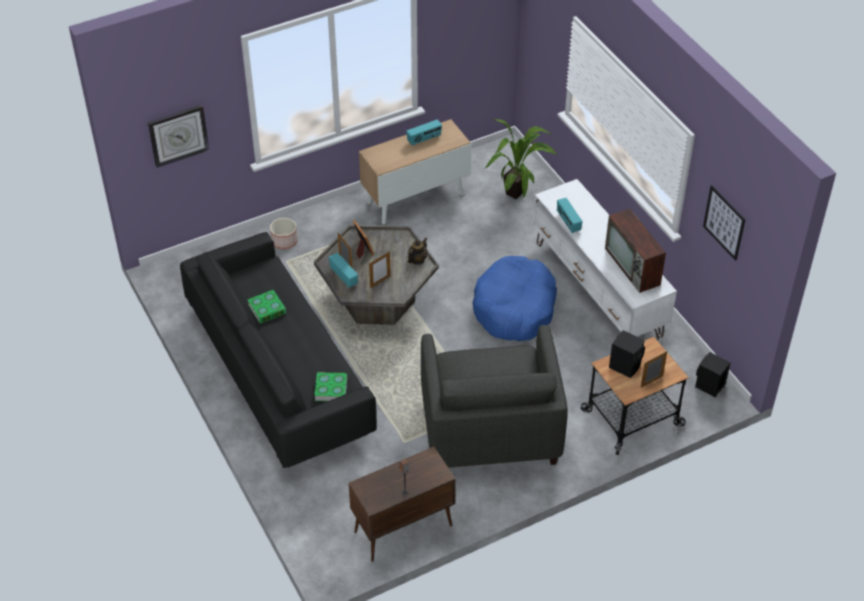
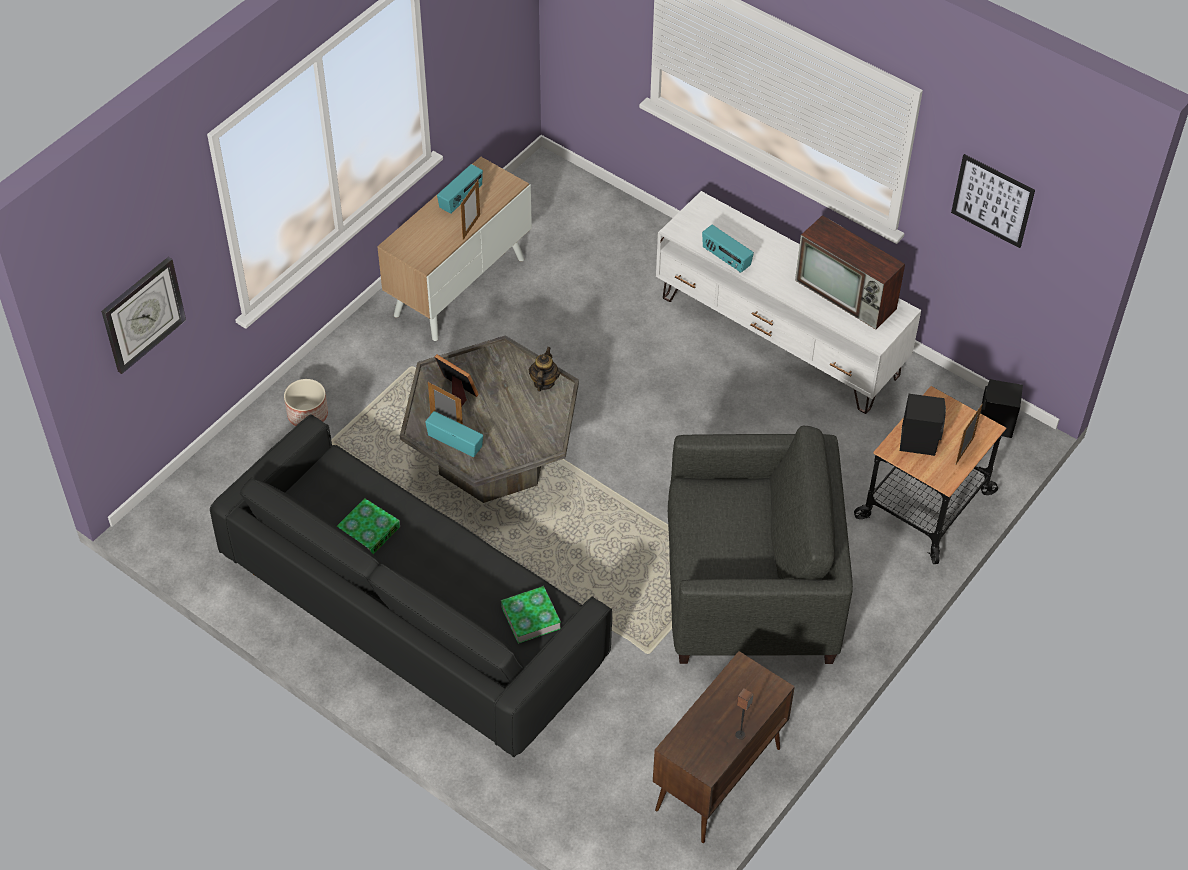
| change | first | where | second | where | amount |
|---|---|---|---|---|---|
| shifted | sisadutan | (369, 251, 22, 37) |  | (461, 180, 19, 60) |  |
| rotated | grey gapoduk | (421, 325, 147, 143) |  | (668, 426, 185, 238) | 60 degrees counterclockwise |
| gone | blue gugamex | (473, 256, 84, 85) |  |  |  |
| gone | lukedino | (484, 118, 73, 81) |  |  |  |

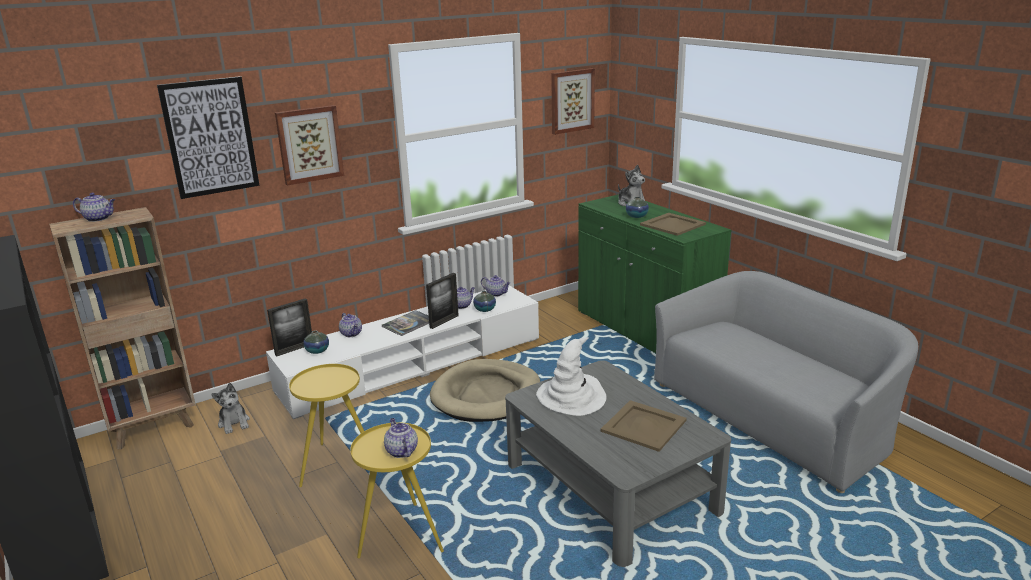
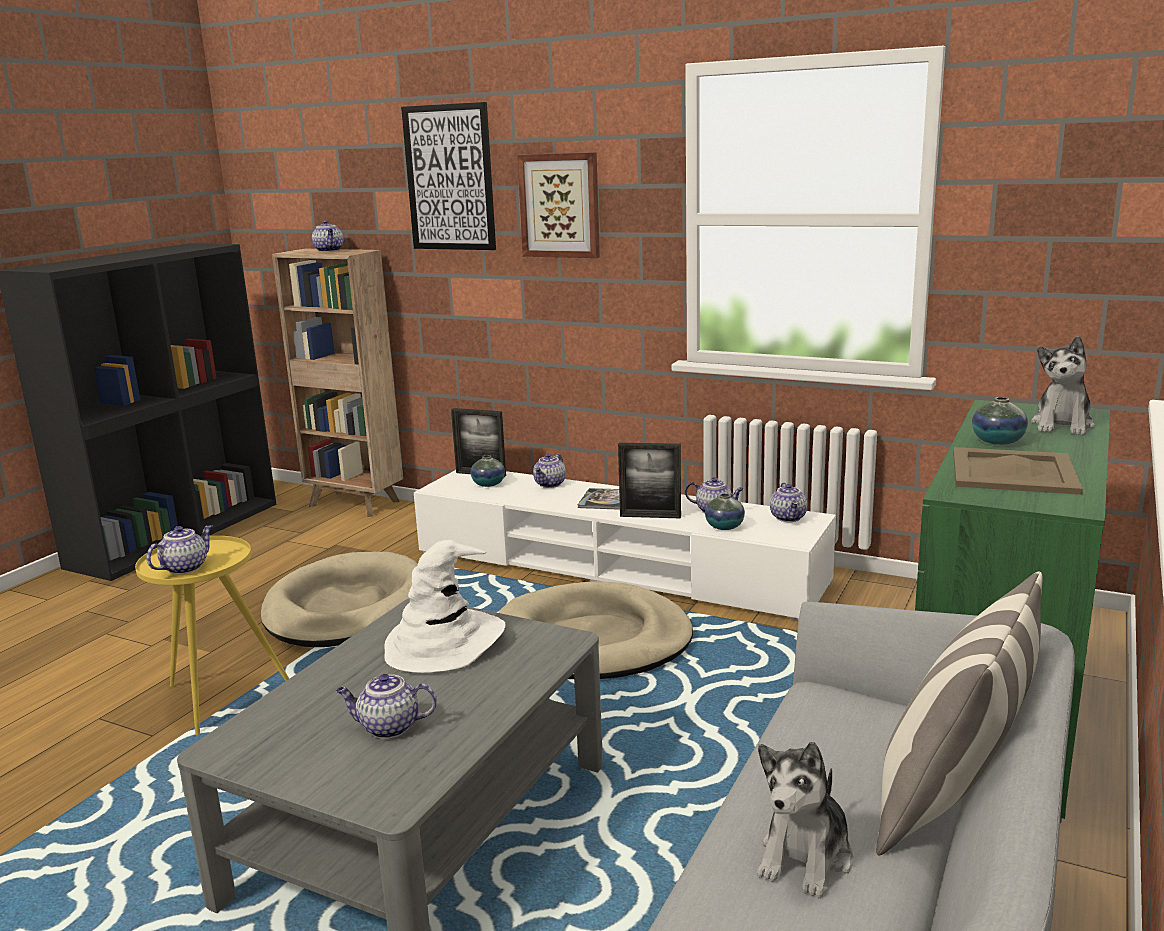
| change | first | where | second | where | amount |
|---|---|---|---|---|---|
| shifted | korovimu | (211, 383, 39, 51) |  | (757, 742, 96, 156) |  |
| swapped | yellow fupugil | (289, 364, 75, 123) | beige gugamex | (261, 552, 157, 95) |  |
| gone | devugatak | (551, 68, 44, 67) |  |  |  |
| swapped | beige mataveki | (601, 400, 86, 52) | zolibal | (336, 674, 101, 65) |  |
| new |  |  | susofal | (876, 571, 167, 284) |  |

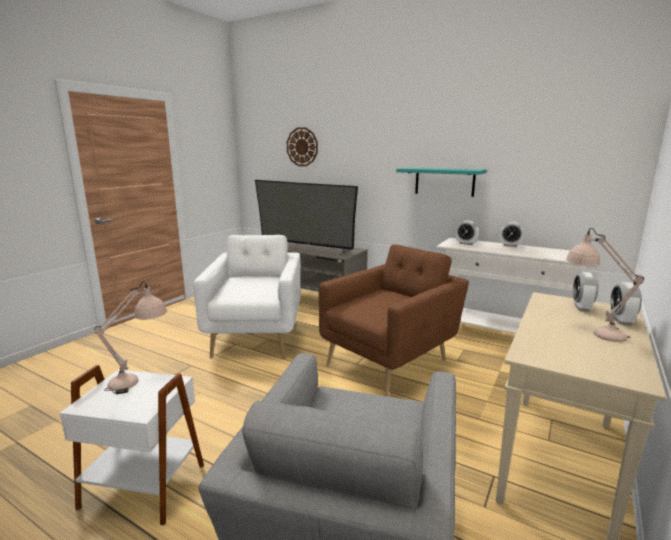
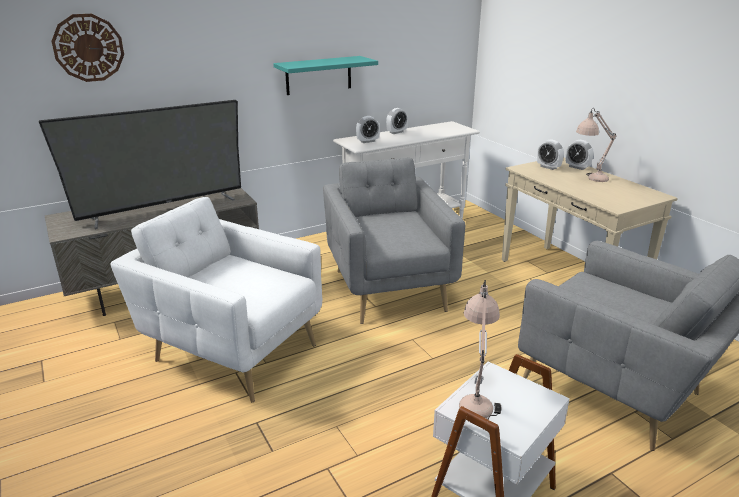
| change | first | where | second | where | amount |
|---|---|---|---|---|---|
| repainted | brown gapoduk | (319, 244, 150, 152) | grey gapoduk | (323, 158, 142, 166) |  |

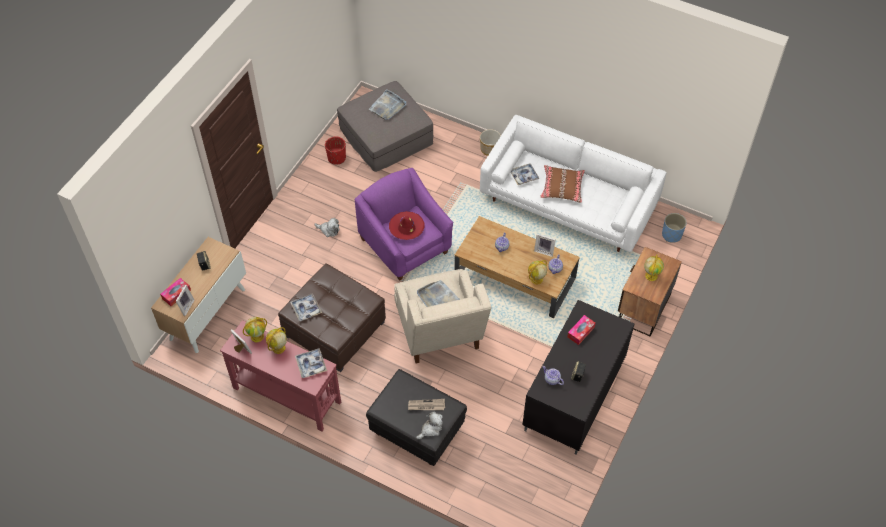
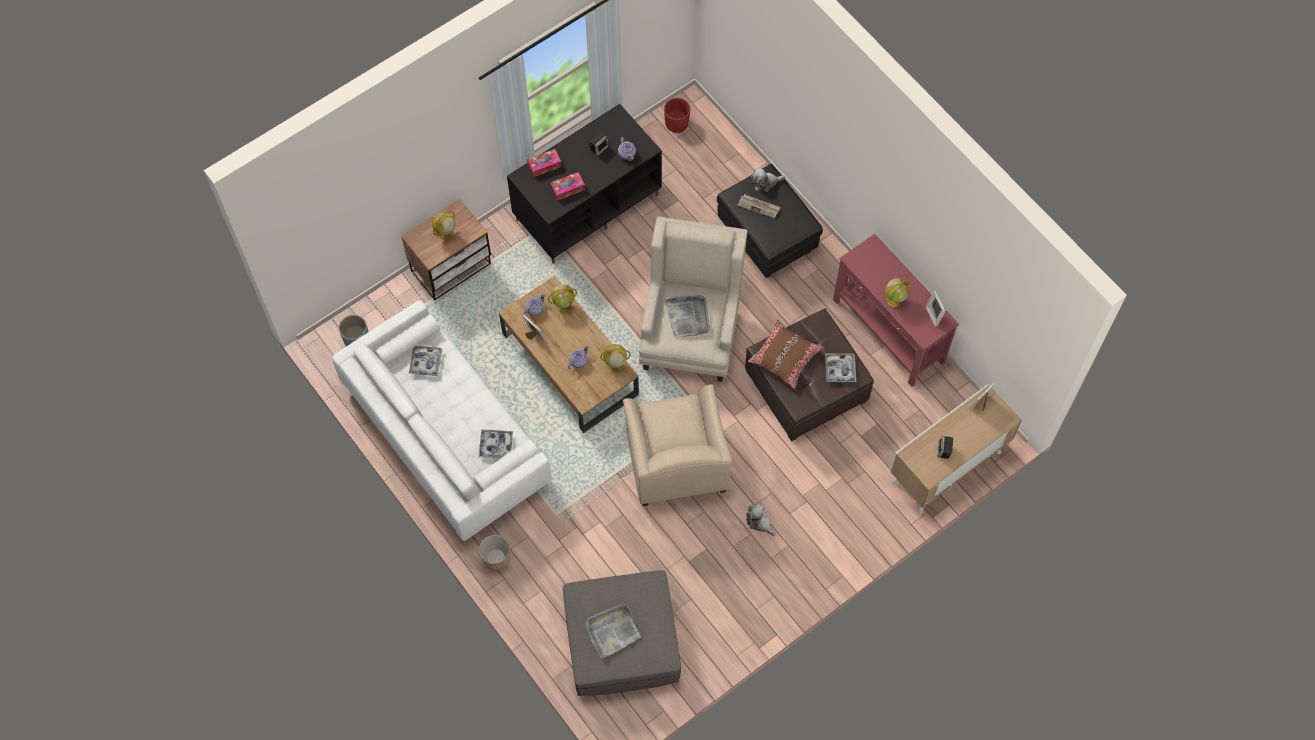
| change | first | where | second | where | amount |
|---|---|---|---|---|---|
| shifted | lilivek | (160, 278, 31, 28) |  | (527, 149, 35, 28) |  |
| shifted | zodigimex | (243, 317, 24, 25) |  | (600, 344, 31, 28) |  |
| shifted | mataveki | (295, 348, 32, 30) |  | (409, 346, 33, 30) |  |
| shifted | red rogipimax | (325, 137, 21, 28) |  | (664, 98, 26, 35) |  |
| repainted | purple gapoduk | (354, 168, 100, 113) | beige gapoduk | (623, 384, 109, 122) |  |
| gone | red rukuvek | (389, 211, 35, 29) |  |  |  |
| shifted | brown susofal | (540, 165, 45, 37) |  | (748, 320, 76, 70) |  |

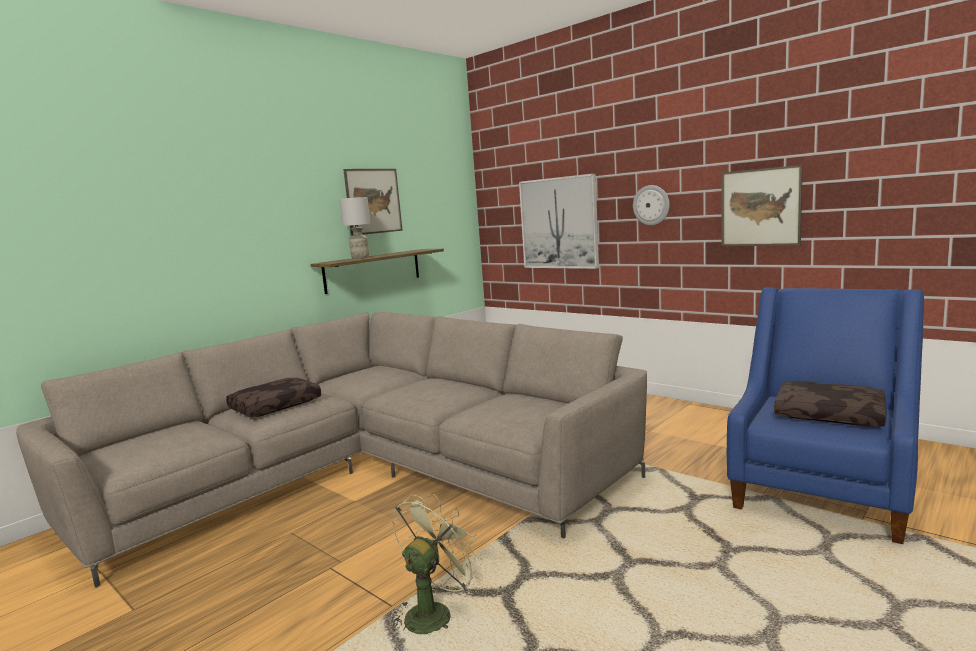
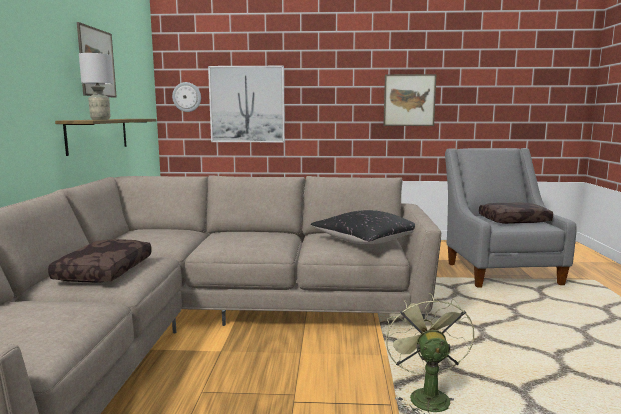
| change | first | where | second | where | amount |
|---|---|---|---|---|---|
| shifted | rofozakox | (633, 185, 37, 40) |  | (172, 82, 29, 30) |  |
| repainted | blue gapoduk | (727, 287, 197, 257) | grey gapoduk | (445, 148, 132, 140) |  |
| new |  |  | black susofal | (311, 210, 104, 34) |  |

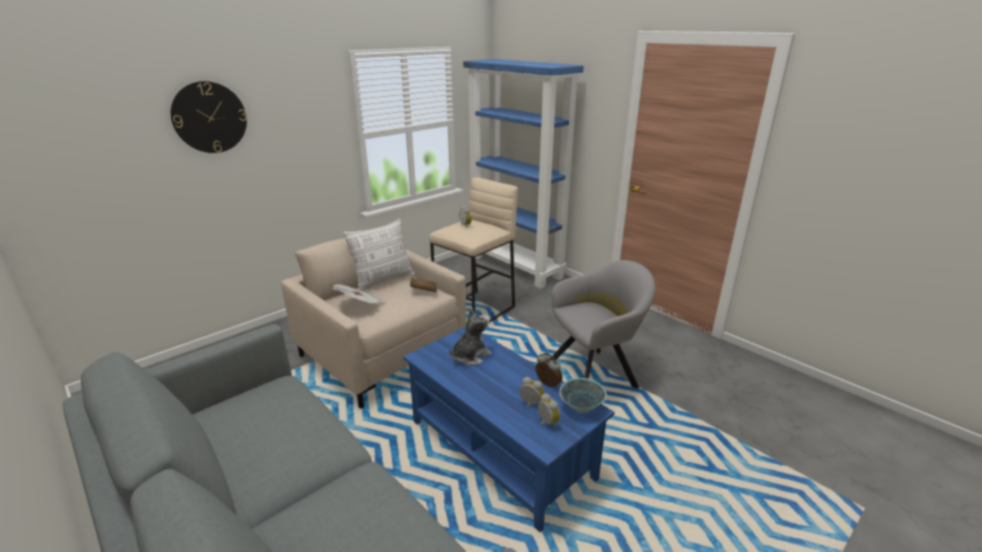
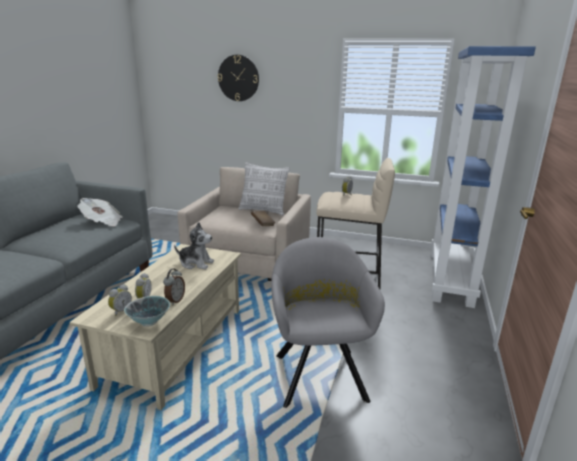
| change | first | where | second | where | amount |
|---|---|---|---|---|---|
| shifted | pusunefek | (332, 284, 54, 20) |  | (77, 198, 46, 28) |  |
| repainted | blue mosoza | (403, 327, 212, 205) | beige mosoza | (70, 244, 171, 166) |  |
| rotated | grey gapoduk | (550, 260, 106, 128) |  | (271, 237, 114, 171) | 135 degrees counterclockwise |

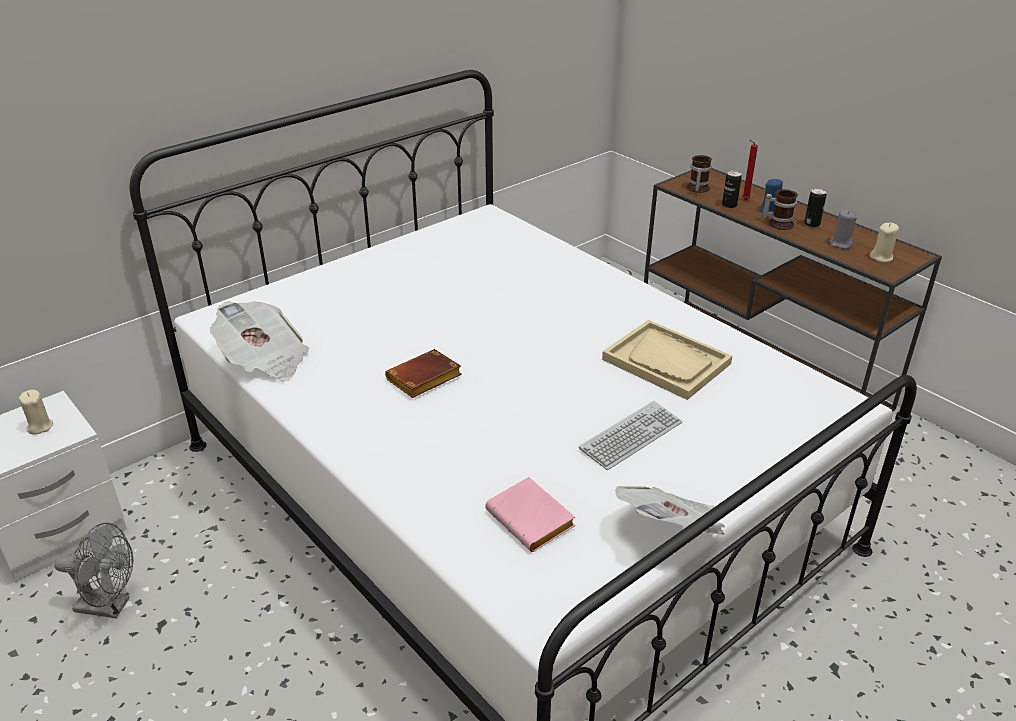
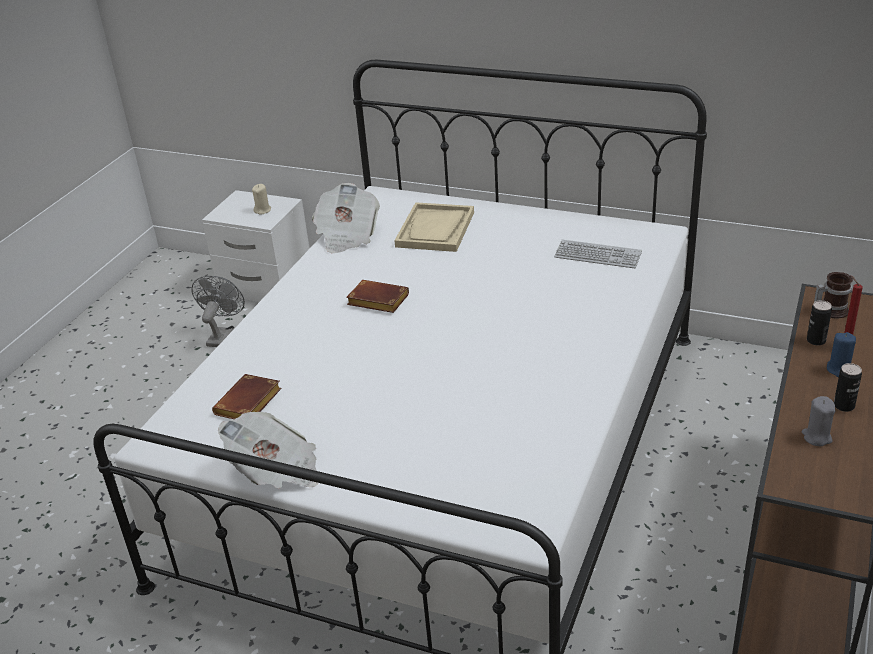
| change | first | where | second | where | amount |
|---|---|---|---|---|---|
| rotated | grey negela | (54, 522, 79, 96) |  | (191, 276, 54, 71) | 150 degrees counterclockwise |
| repainted | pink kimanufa | (485, 477, 90, 75) | brown kimanufa | (212, 374, 70, 45) |  |
| shifted | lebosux | (579, 401, 103, 69) |  | (554, 240, 88, 28) |  |
| shifted | beige mataveki | (602, 320, 130, 80) |  | (394, 202, 80, 50) |  |
| gone | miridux | (762, 189, 36, 41) |  |  |  |
| gone | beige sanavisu | (869, 223, 30, 39) |  |  |  |

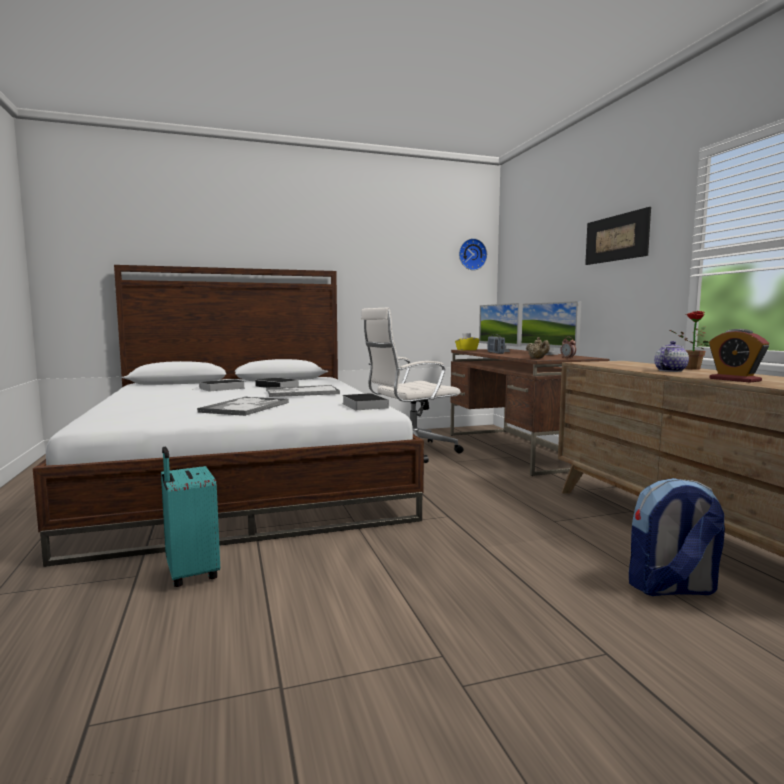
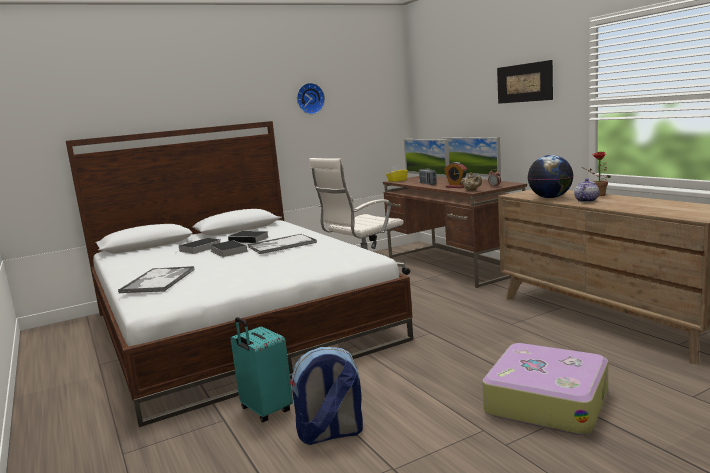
| change | first | where | second | where | amount |
|---|---|---|---|---|---|
| shifted | mataveki | (197, 397, 92, 19) |  | (118, 266, 77, 27) |  |
| shifted | kimanufa | (342, 393, 47, 17) |  | (210, 240, 37, 17) |  |
| shifted | rofozakox | (459, 238, 28, 32) |  | (297, 83, 28, 31) |  |
| shifted | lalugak | (629, 478, 96, 118) |  | (290, 347, 73, 98) |  |
| shifted | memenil | (709, 329, 60, 53) |  | (444, 162, 23, 26) |  |
| new |  |  | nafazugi | (482, 343, 126, 92) |  |
| new |  |  | zodigimex | (527, 155, 47, 43) |  |

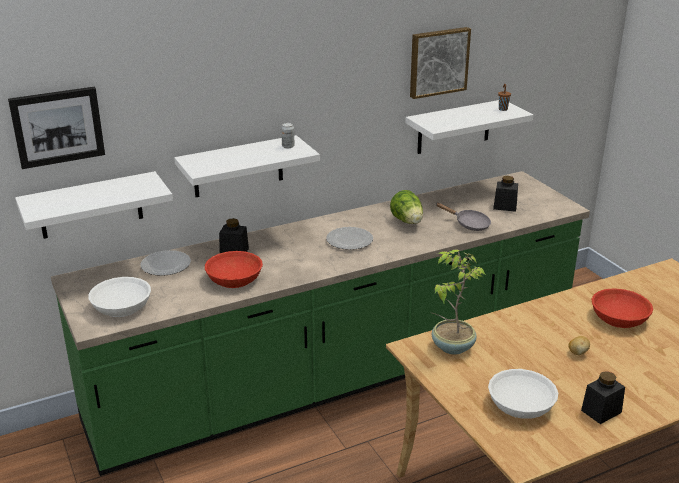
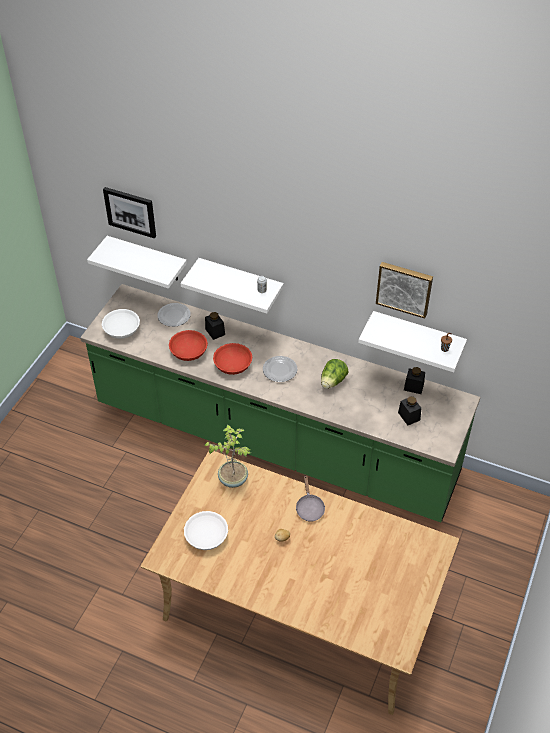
| change | first | where | second | where | amount |
|---|---|---|---|---|---|
| shifted | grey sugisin | (436, 203, 55, 28) |  | (296, 476, 29, 45) |  |
| shifted | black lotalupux | (581, 371, 44, 53) |  | (404, 367, 21, 27) |  |
| shifted | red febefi | (592, 288, 61, 40) |  | (213, 343, 39, 32) |  |

